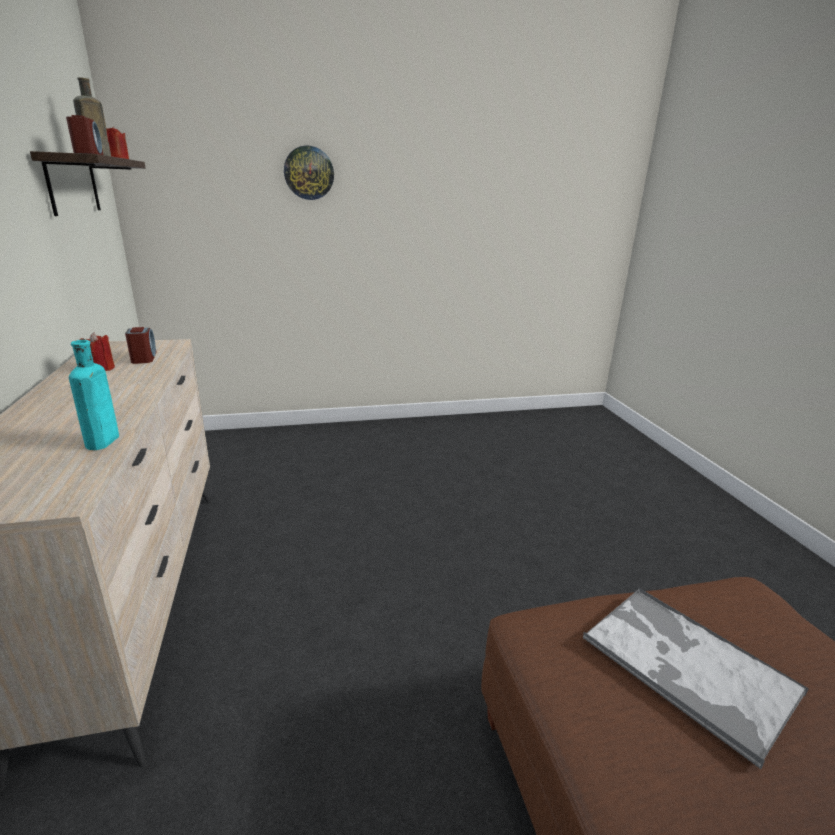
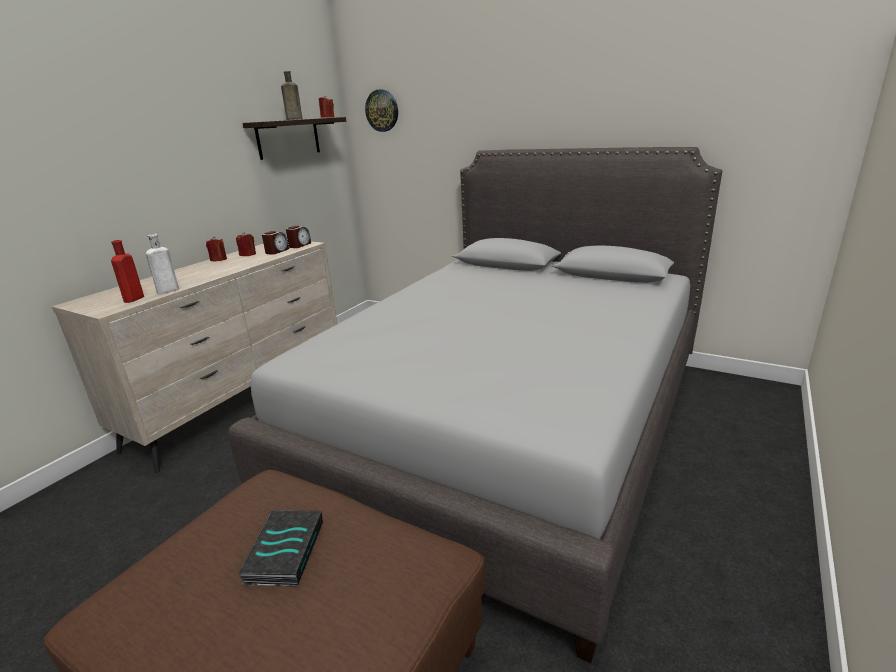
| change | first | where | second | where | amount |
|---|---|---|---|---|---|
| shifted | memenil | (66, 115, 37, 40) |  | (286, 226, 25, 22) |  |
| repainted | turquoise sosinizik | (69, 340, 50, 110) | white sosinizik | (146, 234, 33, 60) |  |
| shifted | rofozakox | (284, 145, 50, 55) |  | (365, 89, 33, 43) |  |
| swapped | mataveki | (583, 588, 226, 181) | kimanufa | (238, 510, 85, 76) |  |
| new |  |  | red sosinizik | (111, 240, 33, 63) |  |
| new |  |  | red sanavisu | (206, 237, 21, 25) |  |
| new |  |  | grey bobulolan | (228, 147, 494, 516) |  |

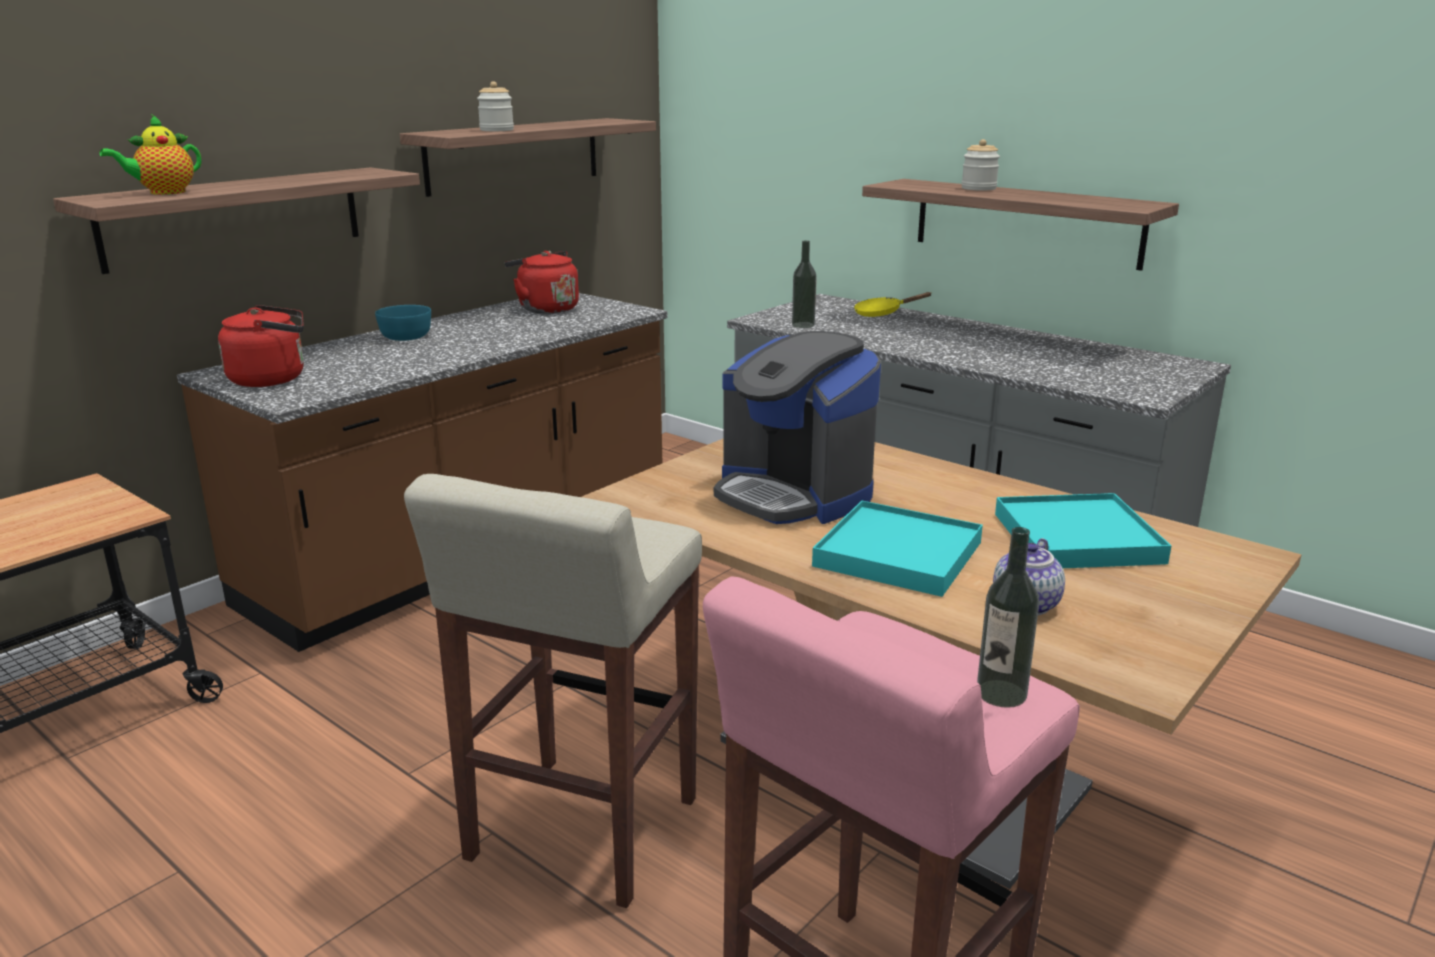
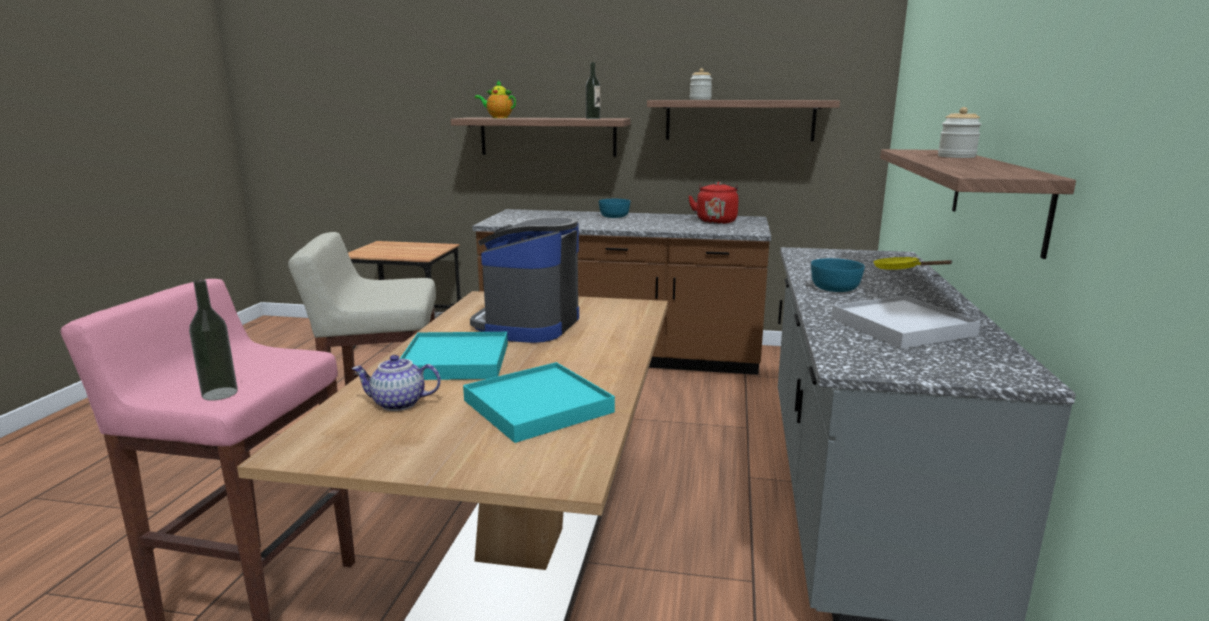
| change | first | where | second | where | amount |
|---|---|---|---|---|---|
| gone | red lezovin | (218, 305, 86, 82) |  |  |  |
| shifted | sosinizik | (792, 240, 25, 88) |  | (586, 62, 14, 57) |  |
| new |  |  | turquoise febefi | (811, 258, 54, 34) |  |
| new |  |  | white mataveki | (831, 296, 150, 53) |  |

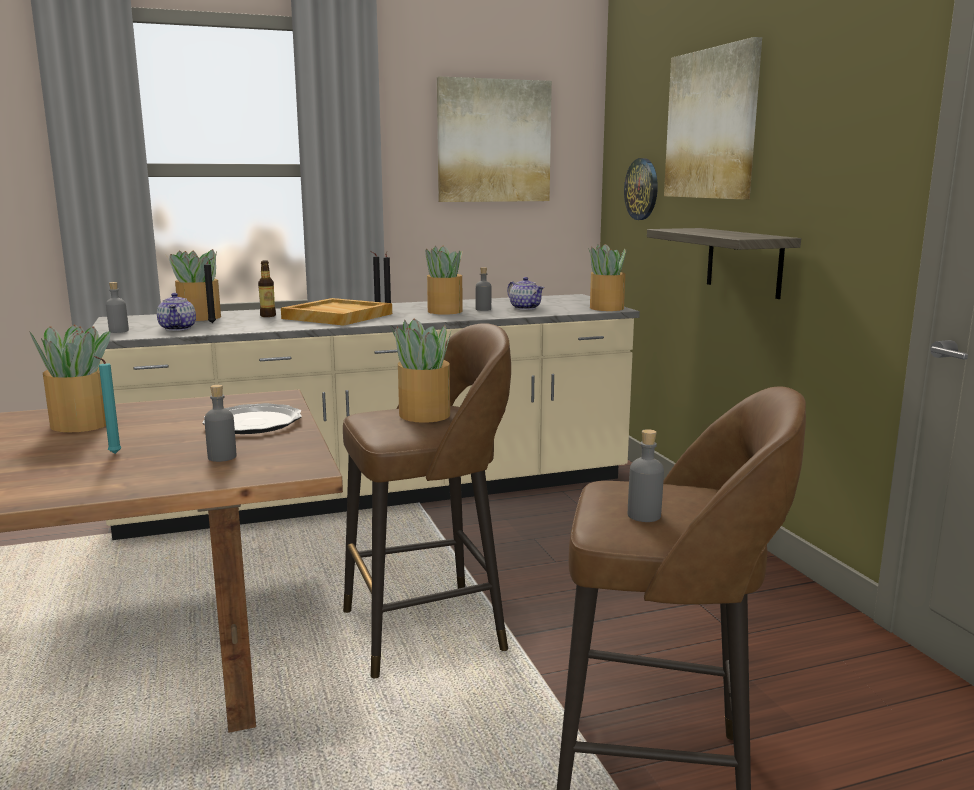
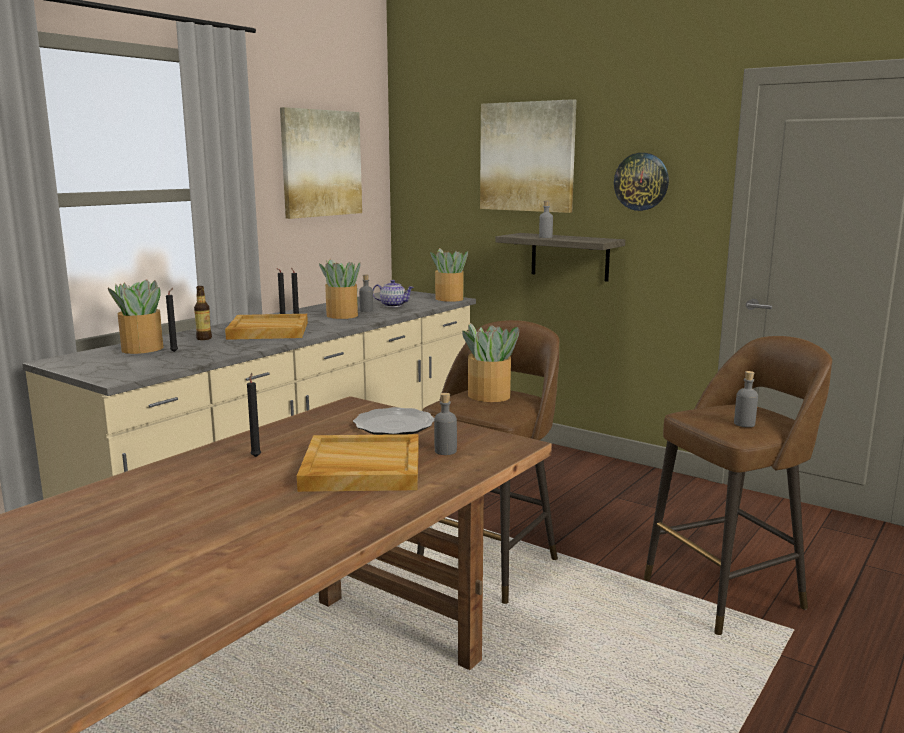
| change | first | where | second | where | amount |
|---|---|---|---|---|---|
| swapped | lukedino | (29, 325, 81, 107) | black sanavisu | (247, 373, 14, 84) |  |
| swapped | turquoise sanavisu | (94, 356, 28, 98) | beige mataveki | (297, 434, 122, 58) |  |
| shifted | grey sosinizik | (106, 282, 23, 51) |  | (539, 201, 14, 37) |  |
| gone | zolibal | (157, 293, 39, 38) |  |  |  |
| shifted | rofozakox | (624, 158, 34, 62) |  | (614, 153, 55, 58) |  |

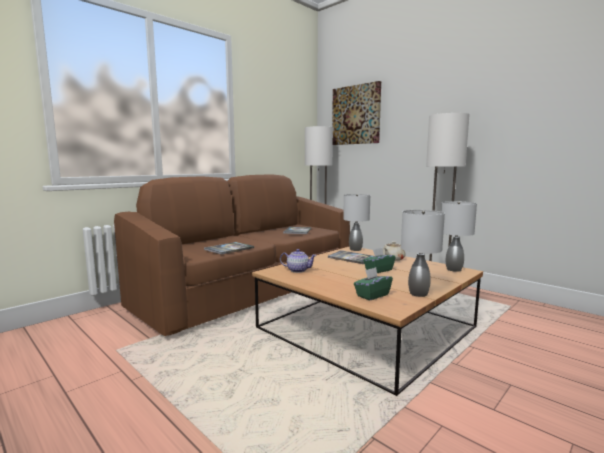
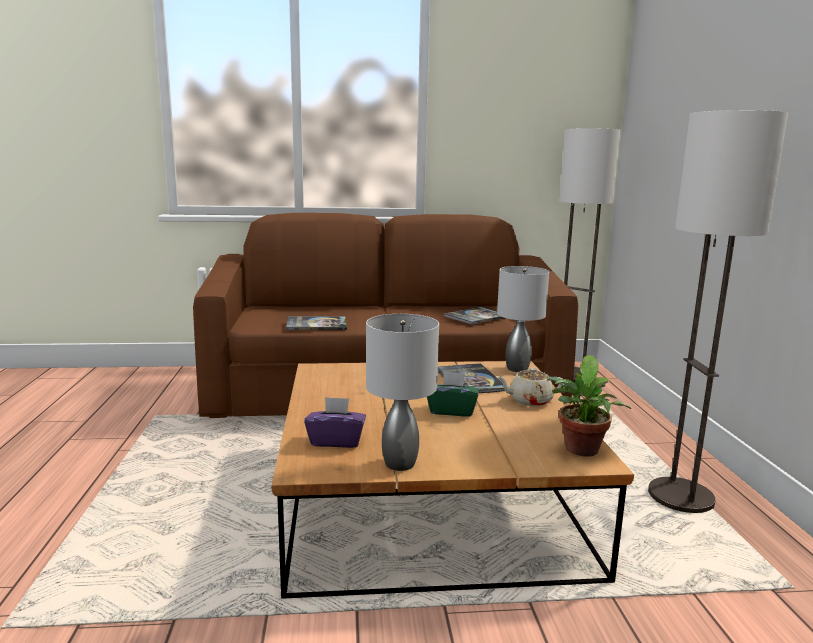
| change | first | where | second | where | amount |
|---|---|---|---|---|---|
| gone | zolibal | (280, 249, 37, 24) |  |  |  |
| gone | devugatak | (332, 81, 49, 64) |  |  |  |
| repainted | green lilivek | (354, 267, 39, 34) | purple lilivek | (304, 397, 62, 51) |  |
| swapped | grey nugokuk | (441, 201, 36, 71) | lukedino | (547, 355, 84, 102) |  |

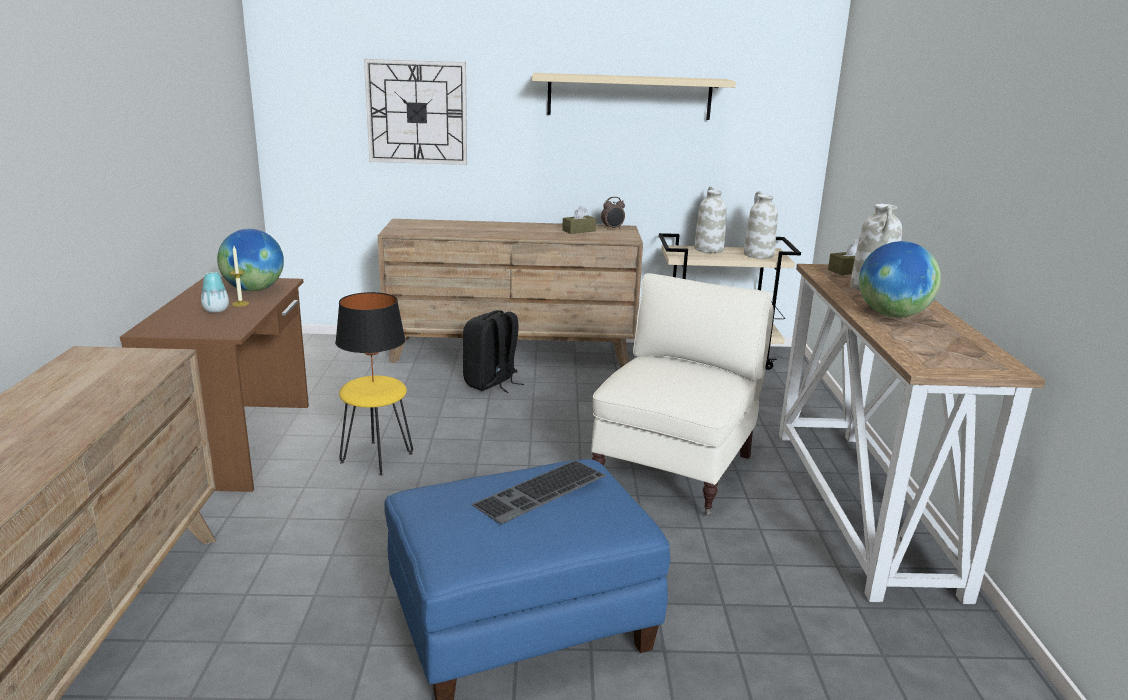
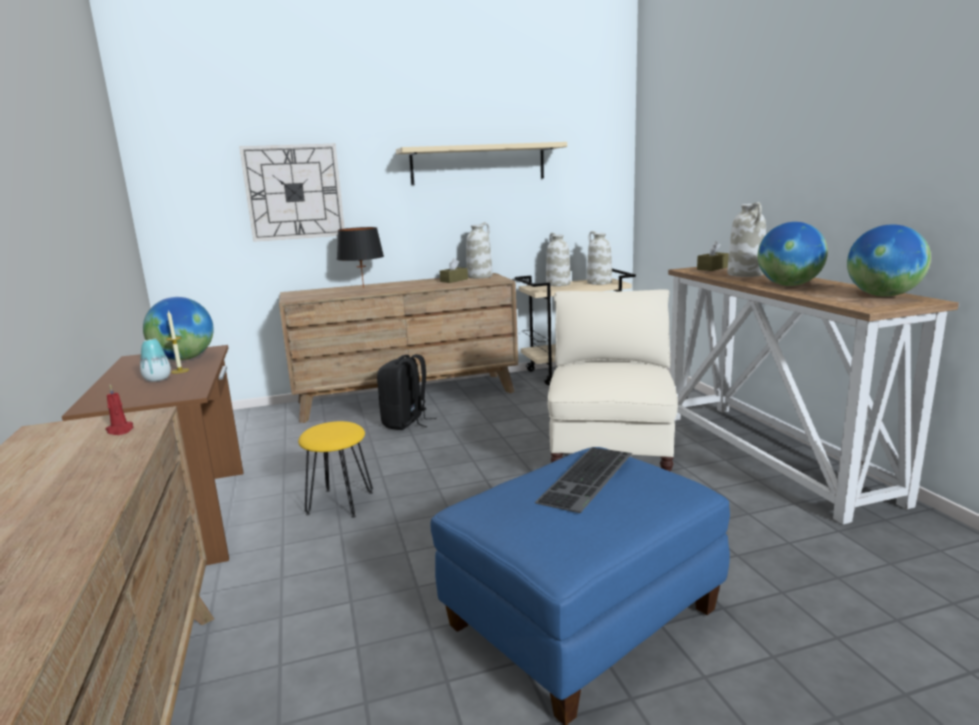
| change | first | where | second | where | amount |
|---|---|---|---|---|---|
| shifted | black nugokuk | (335, 292, 71, 90) |  | (337, 227, 47, 61) |  |
| swapped | memenil | (601, 197, 24, 33) | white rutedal | (466, 222, 26, 56) |  |
| new |  |  | red sanavisu | (105, 384, 28, 51) |  |
| new |  |  | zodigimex | (847, 225, 84, 72) |  |

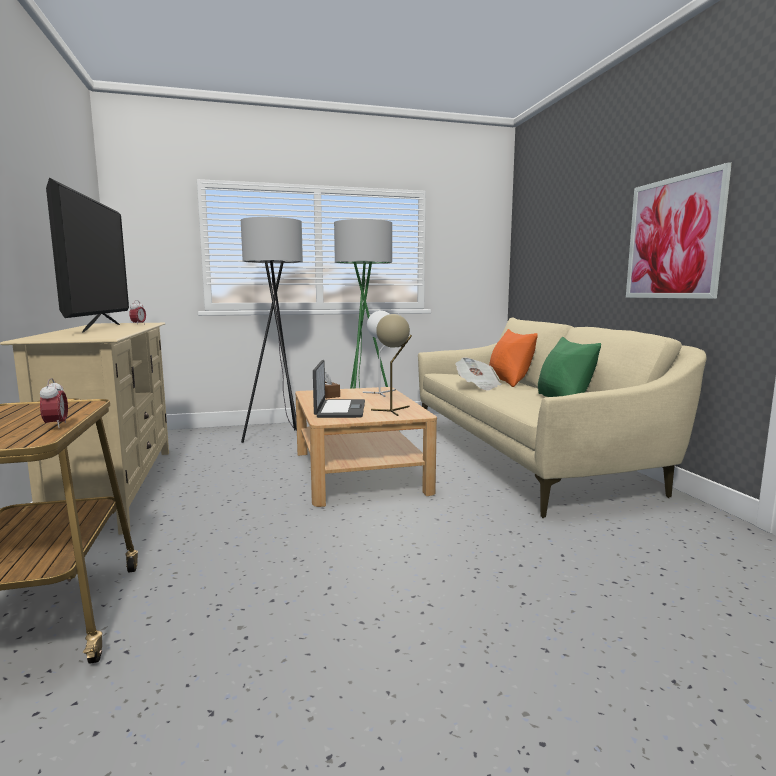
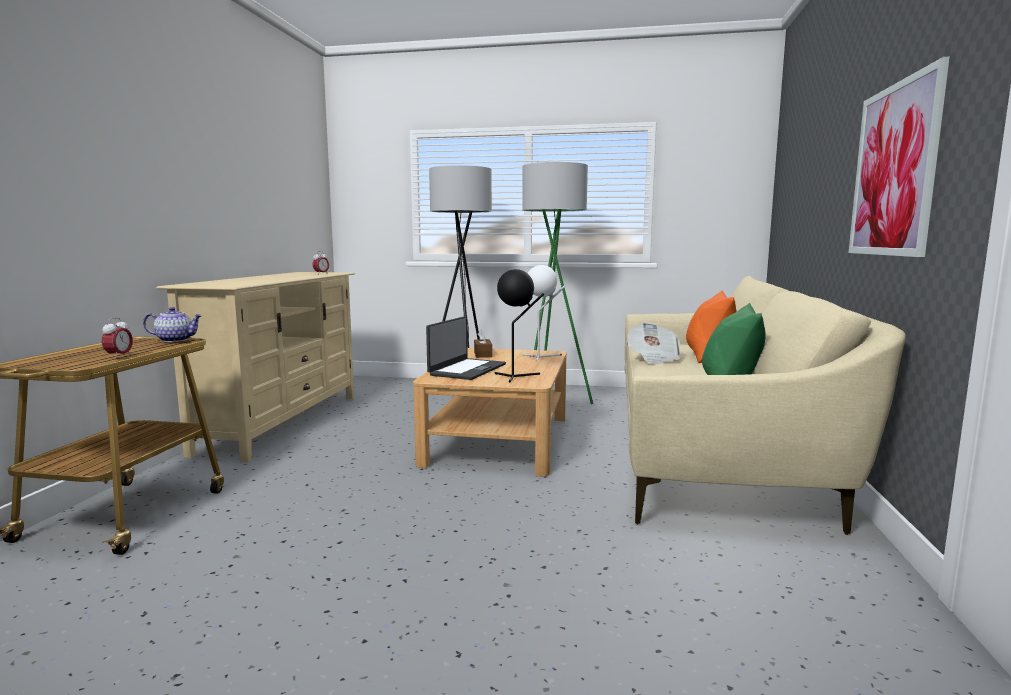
| change | first | where | second | where | amount |
|---|---|---|---|---|---|
| gone | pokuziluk | (46, 177, 83, 156) |  |  |  |
| repainted | beige nugokuk | (371, 314, 41, 102) | black nugokuk | (495, 269, 49, 113) |  |
| new |  |  | zolibal | (143, 307, 60, 35) |  |

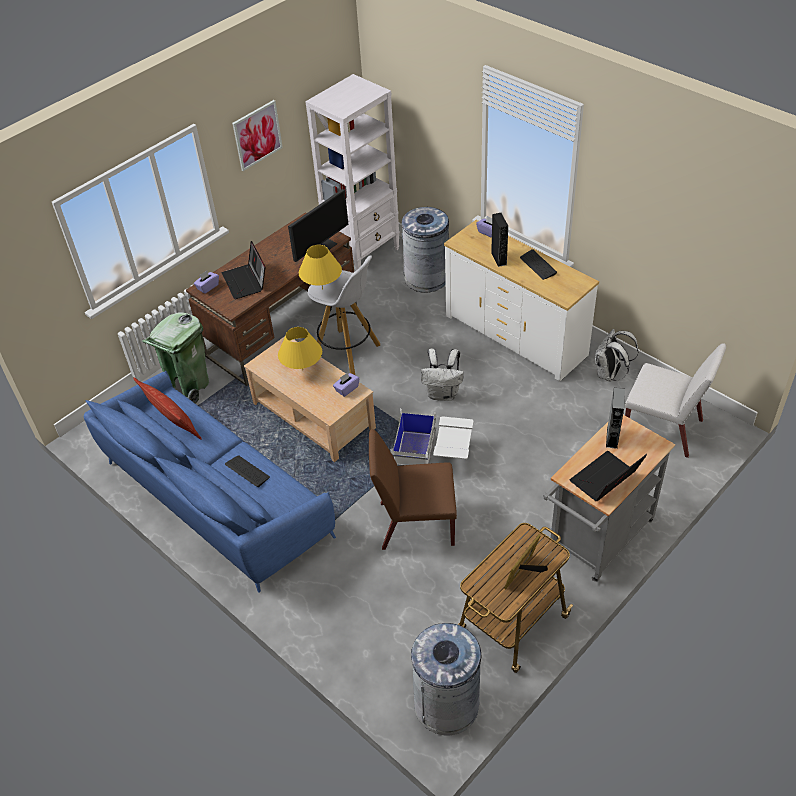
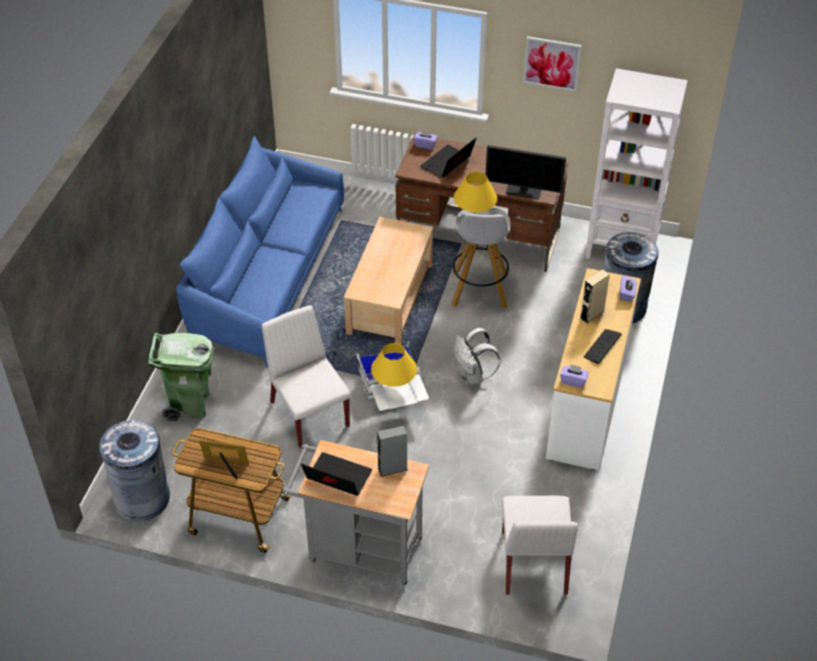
| change | first | where | second | where | amount |
|---|---|---|---|---|---|
| gone | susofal | (133, 378, 69, 62) |  |  |  |
| shifted | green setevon | (142, 312, 67, 92) |  | (148, 333, 66, 88) |  |
| gone | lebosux | (225, 455, 45, 32) |  |  |  |
| shifted | yellow nugokuk | (278, 327, 44, 42) |  | (371, 343, 46, 44) |  |
| shifted | purple lilivek | (333, 372, 27, 25) |  | (560, 364, 29, 24) |  |
| repainted | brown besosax | (369, 429, 88, 121) | white besosax | (262, 305, 89, 143) |  |
| repainted | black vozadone | (491, 213, 17, 54) | beige vozadone | (580, 269, 30, 54) |  |
| gone | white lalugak | (595, 329, 43, 53) |  |  |  |

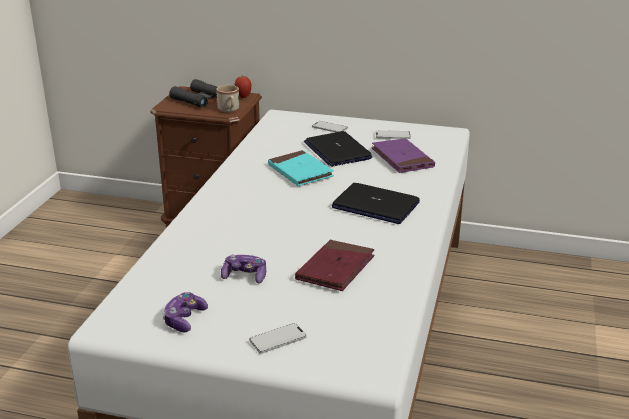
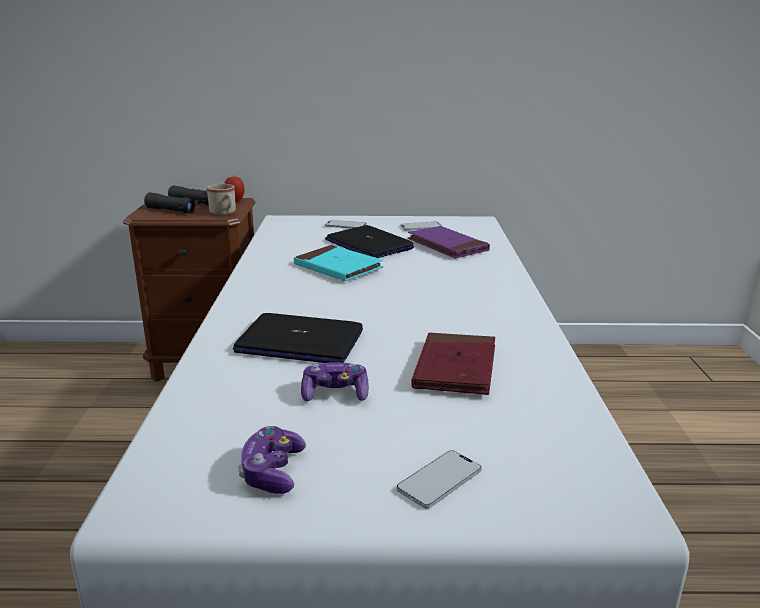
| change | first | where | second | where | amount |
|---|---|---|---|---|---|
| shifted | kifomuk | (332, 183, 88, 41) |  | (233, 313, 130, 50) |  |

